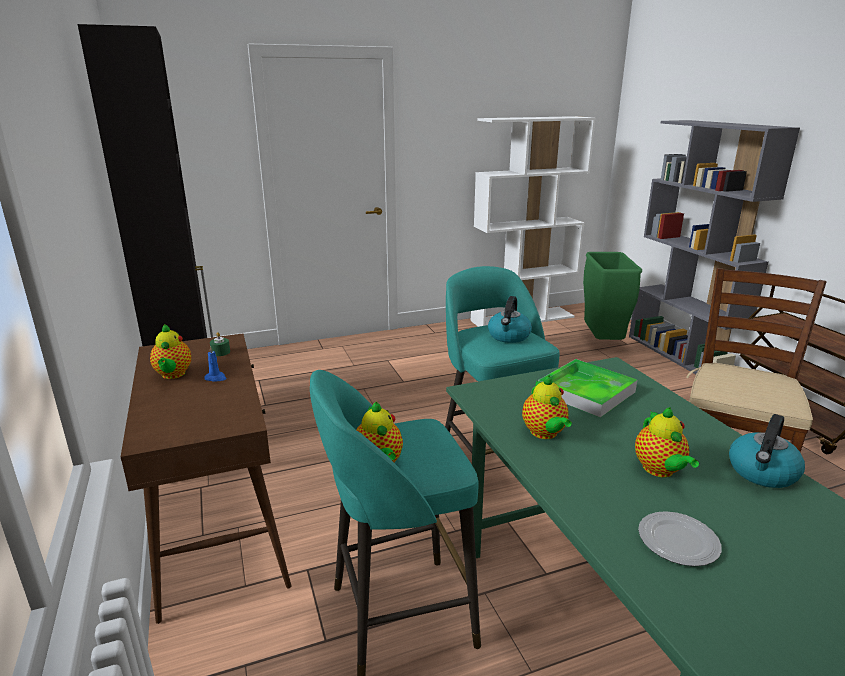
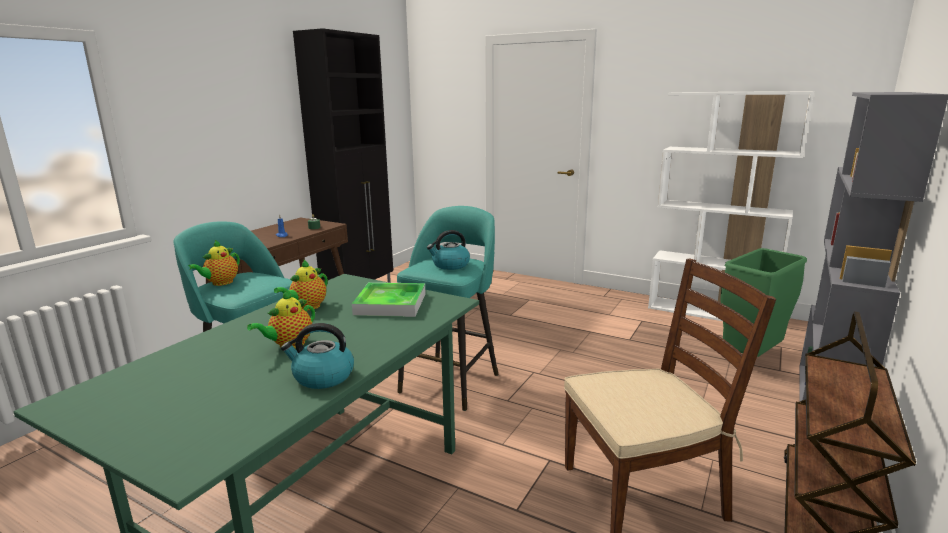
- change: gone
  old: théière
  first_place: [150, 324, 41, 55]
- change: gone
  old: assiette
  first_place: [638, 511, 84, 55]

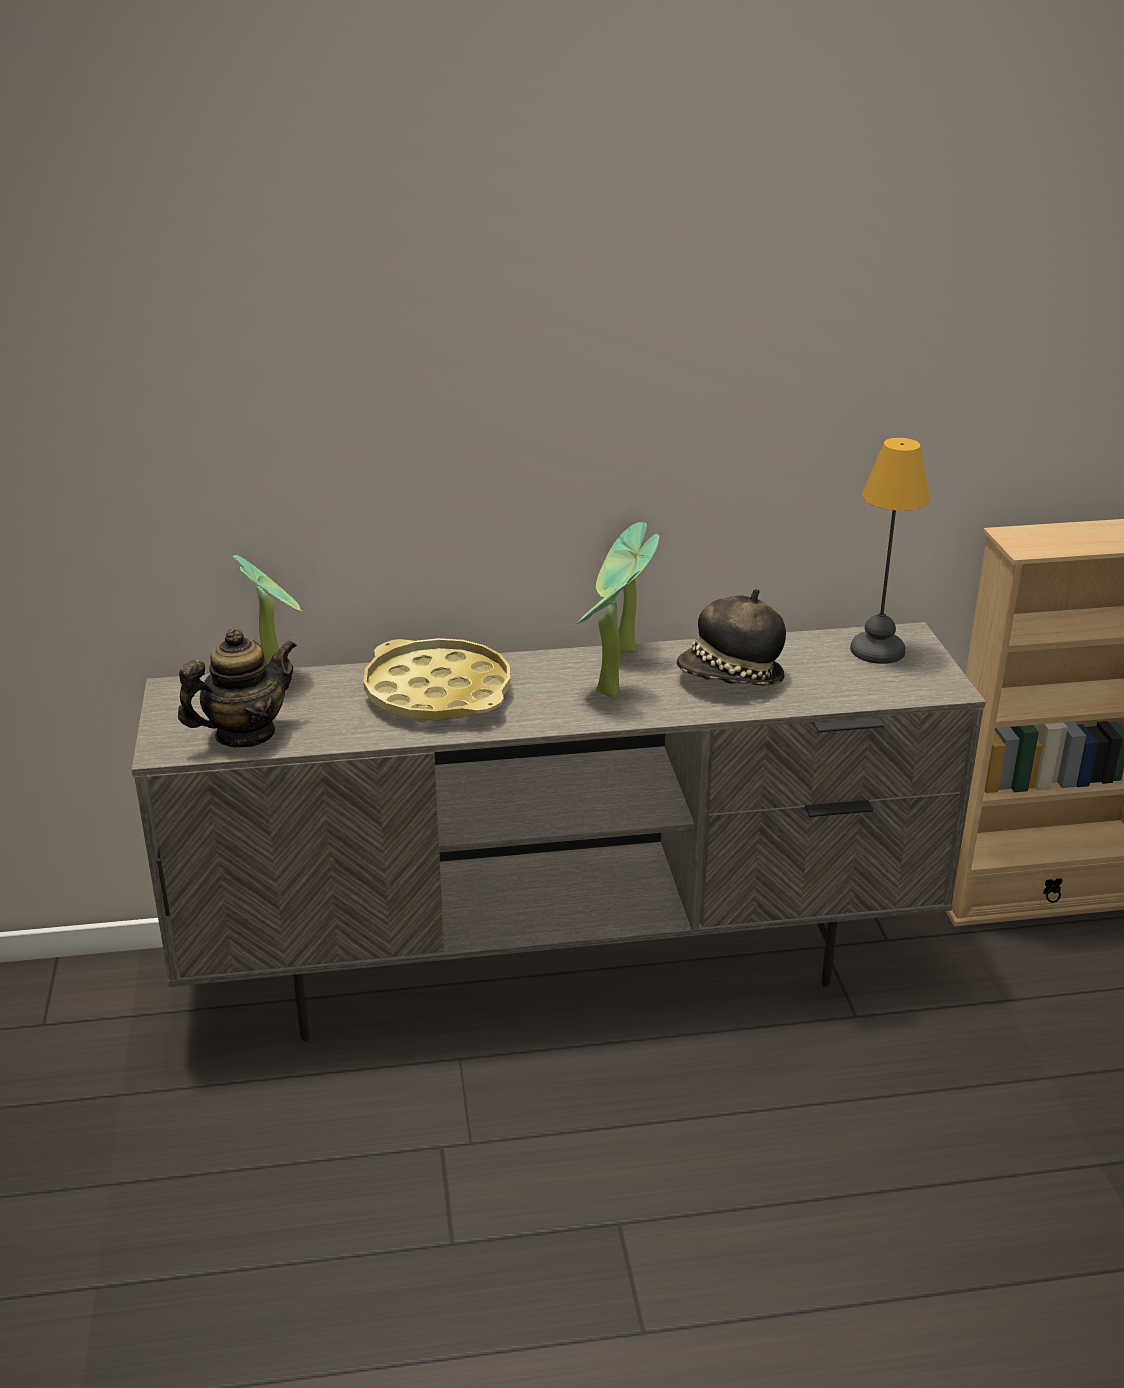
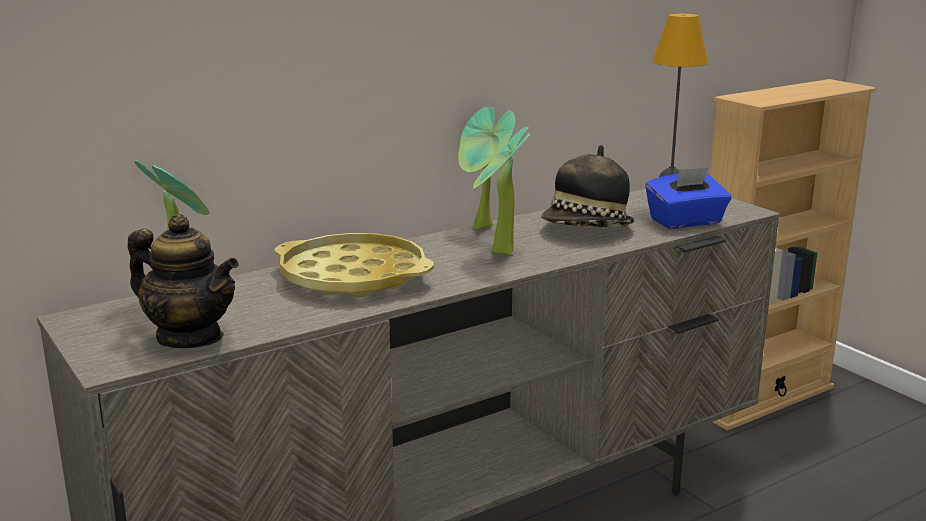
- change: rotated
  old: théière
  first_place: [178, 628, 119, 119]
  second_place: [128, 214, 111, 134]
  degrees: 90
- change: new
  new: boîte à mouchoirs [bleu]
  second_place: [645, 167, 86, 62]

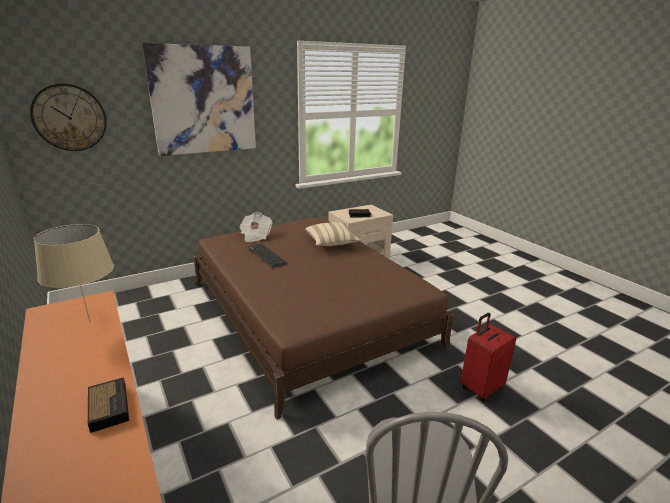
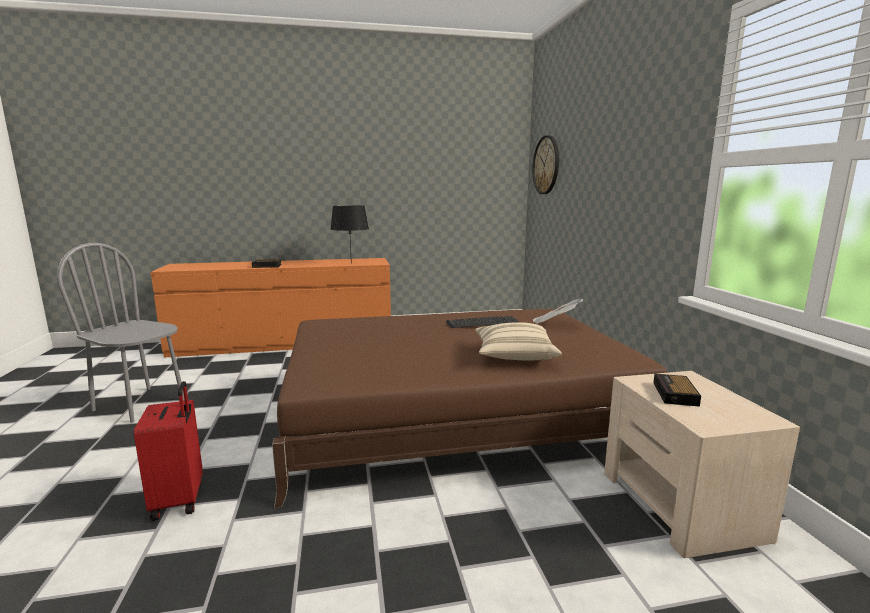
- change: gone
  old: tableau
  first_place: [142, 43, 114, 113]
- change: repainted
  old: lampe de table [beige]
  new: lampe de table [noir]
  first_place: [34, 224, 80, 99]
  second_place: [330, 205, 39, 58]

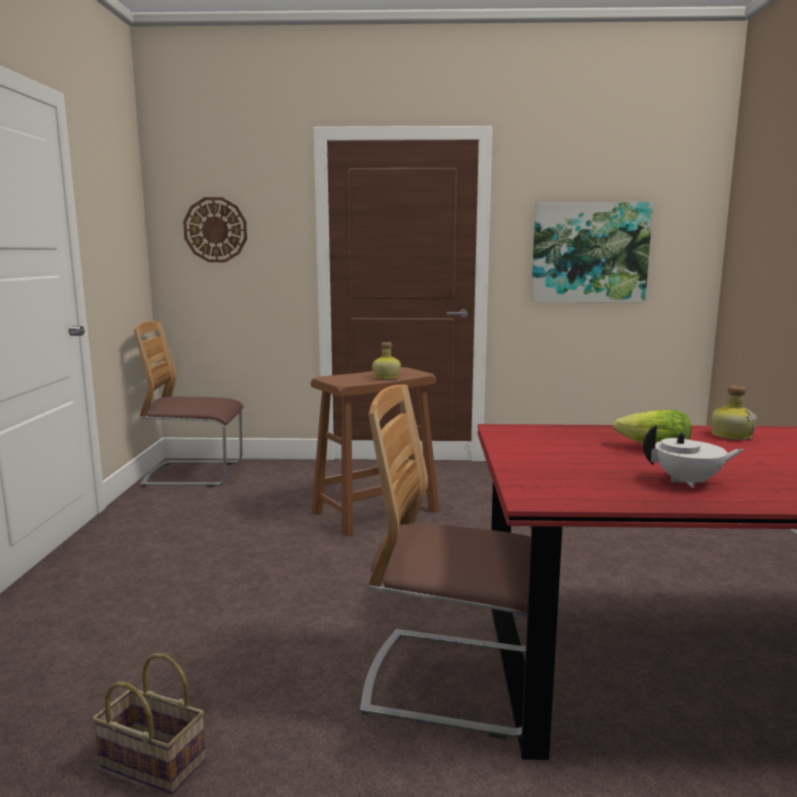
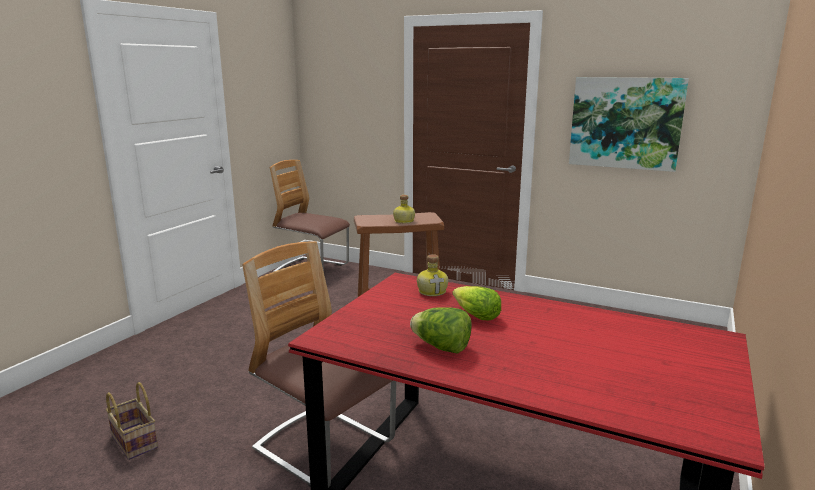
- change: gone
  old: horloge murale
  first_place: [183, 197, 64, 65]
- change: shifted
  old: bouteille
  first_place: [711, 386, 47, 54]
  second_place: [417, 254, 31, 42]
- change: swapped
  old: théière [blanc]
  new: laitue
  first_place: [643, 425, 101, 63]
  second_place: [410, 307, 62, 47]

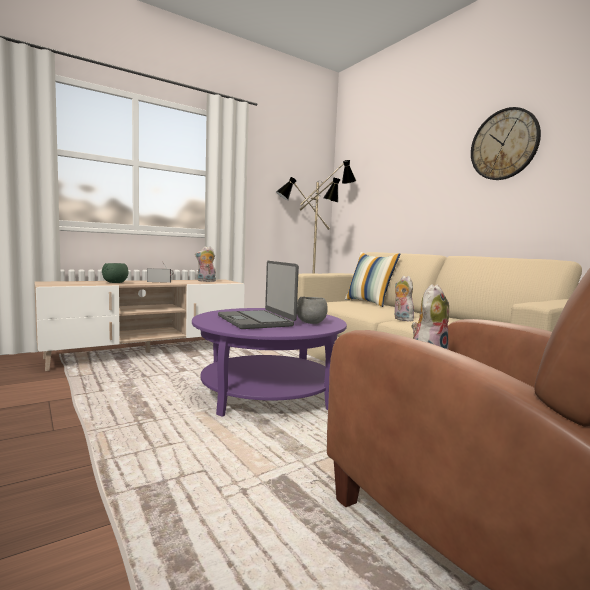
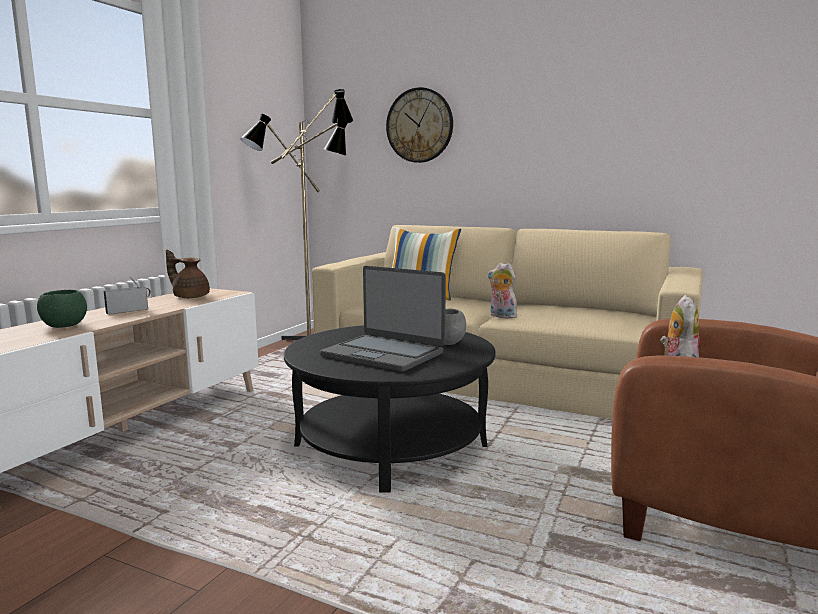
- change: shifted
  old: horloge murale
  first_place: [471, 107, 70, 73]
  second_place: [386, 87, 67, 76]
- change: swapped
  old: peluche
  new: théière [marron]
  first_place: [195, 247, 21, 35]
  second_place: [166, 249, 44, 49]
- change: repainted
  old: table basse [violet]
  new: table basse [noir]
  first_place: [192, 308, 155, 109]
  second_place: [284, 325, 211, 168]

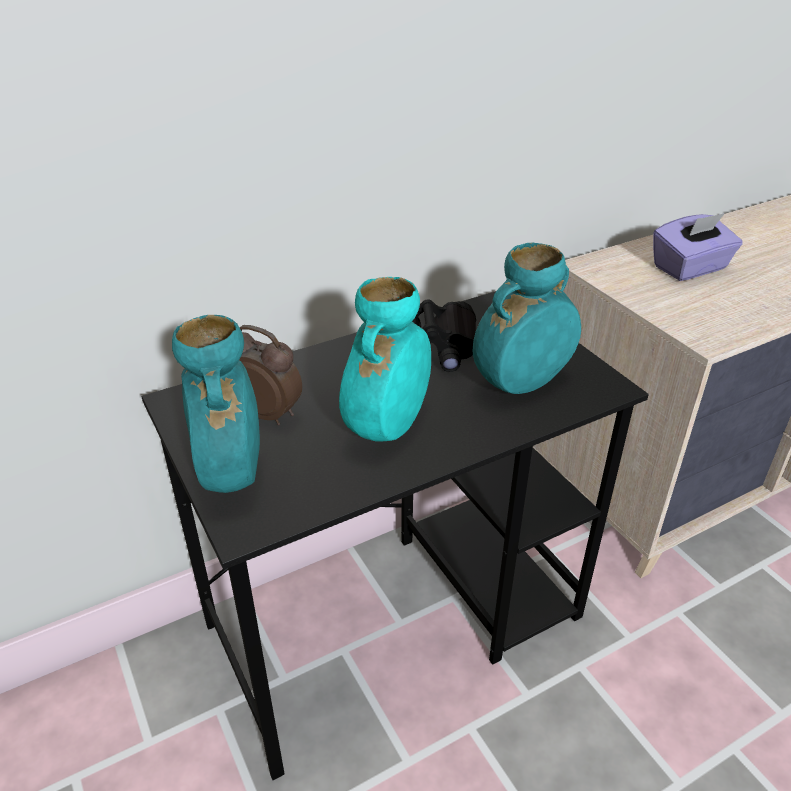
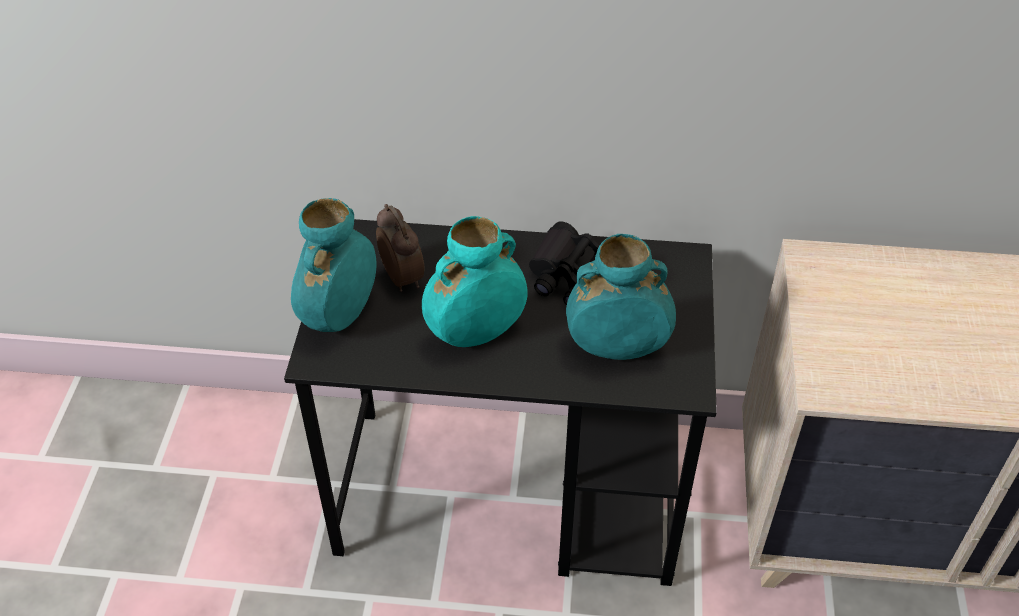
- change: gone
  old: boîte à mouchoirs [violet]
  first_place: [653, 213, 90, 68]

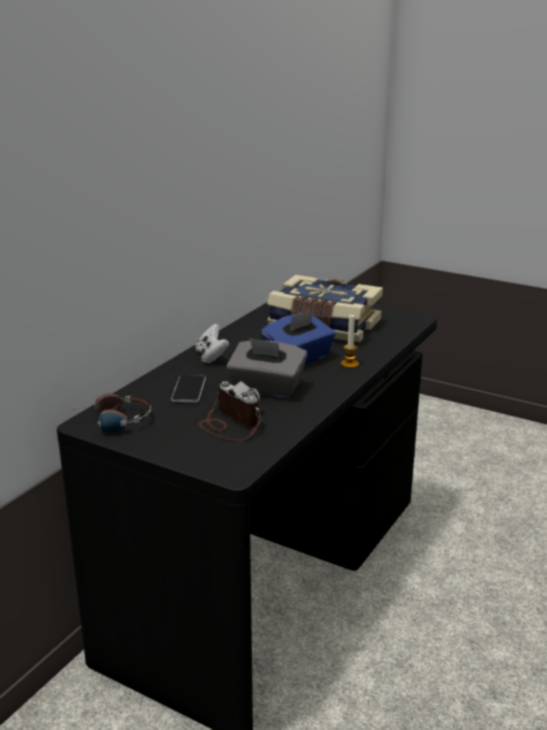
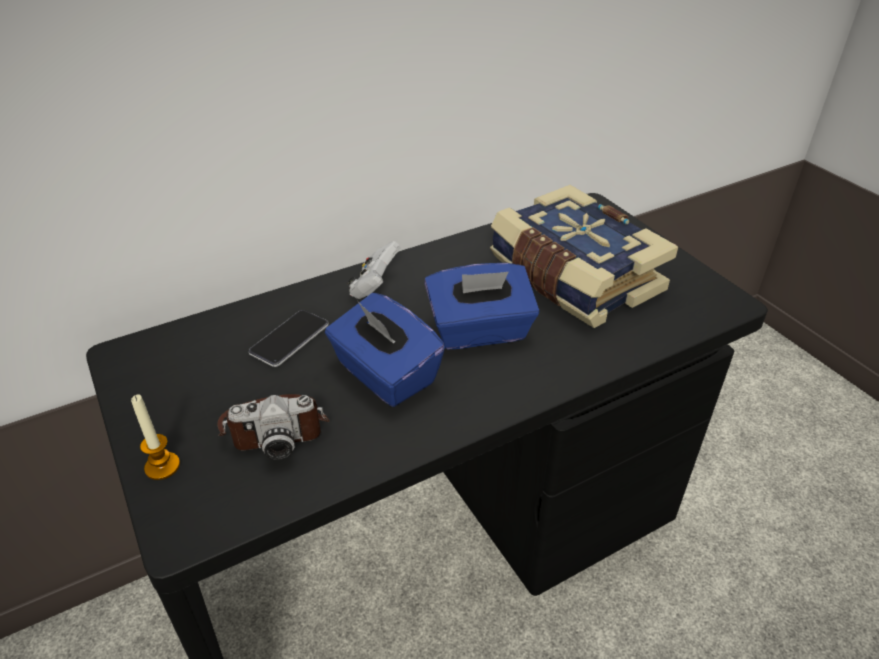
- change: shifted
  old: bougie
  first_place: [341, 314, 18, 54]
  second_place: [131, 394, 49, 86]
- change: repainted
  old: boîte à mouchoirs [gris]
  new: boîte à mouchoirs [bleu]
  first_place: [226, 338, 81, 60]
  second_place: [325, 293, 120, 114]
- change: rotated
  old: appareil photo
  first_place: [199, 381, 62, 60]
  second_place: [217, 394, 112, 66]
  degrees: 90
- change: gone
  old: casque audio
  first_place: [72, 394, 79, 39]

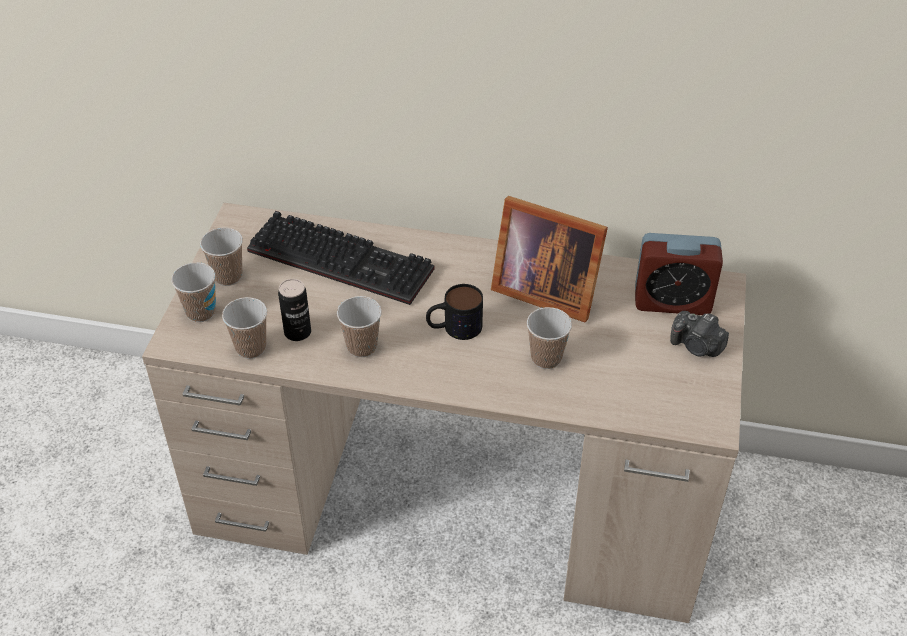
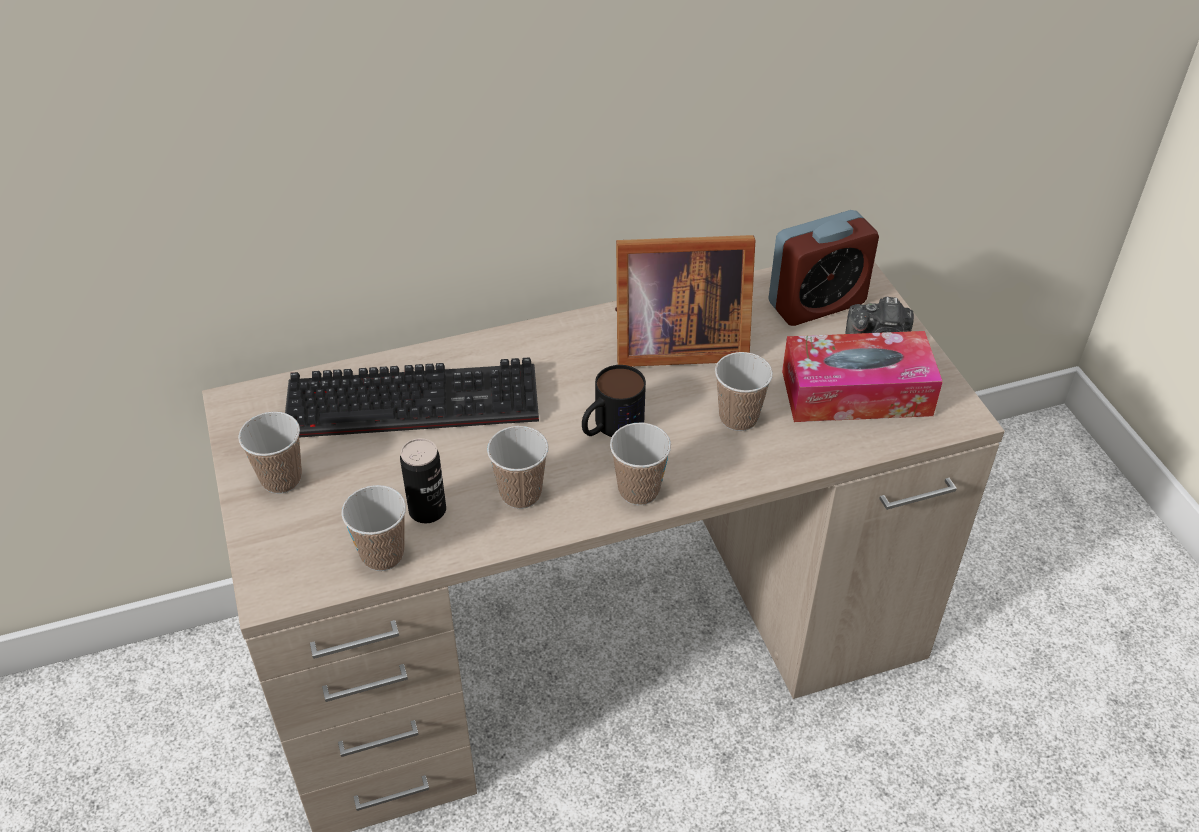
- change: shifted
  old: tasse
  first_place: [171, 262, 45, 60]
  second_place: [610, 423, 61, 82]
- change: new
  new: boîte à mouchoirs
  second_place: [782, 331, 161, 91]

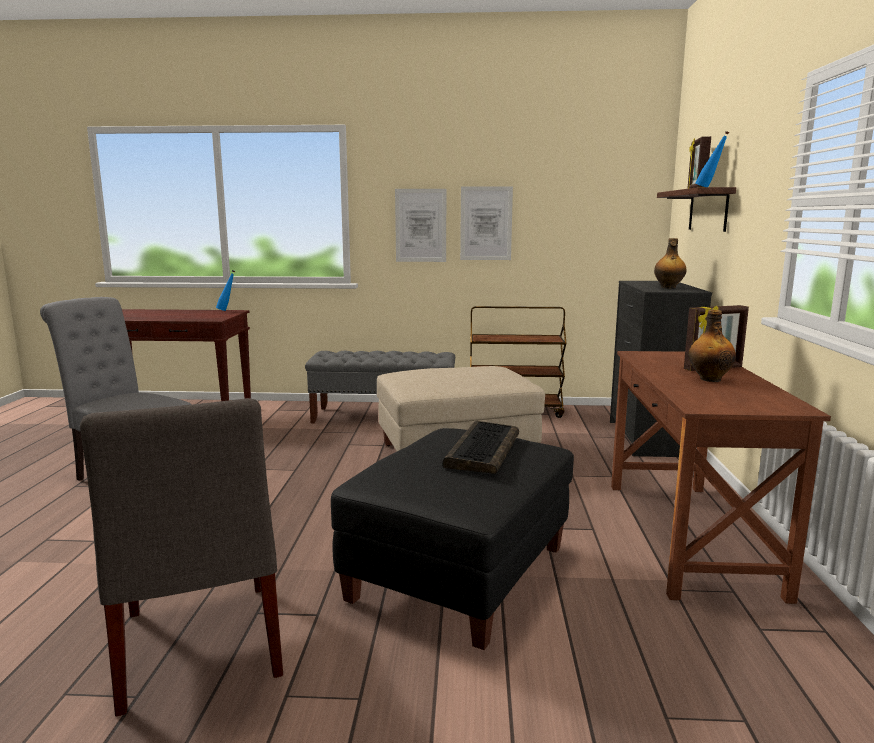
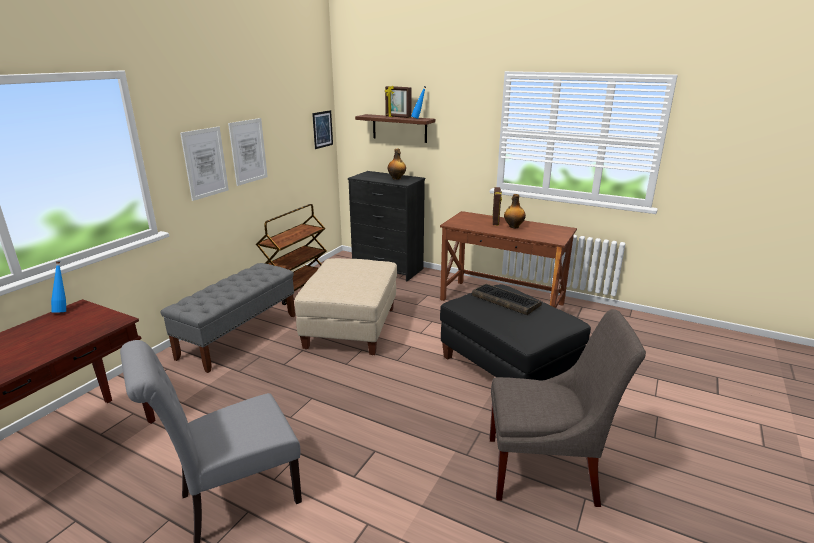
- change: new
  new: tableau
  second_place: [312, 110, 21, 39]

